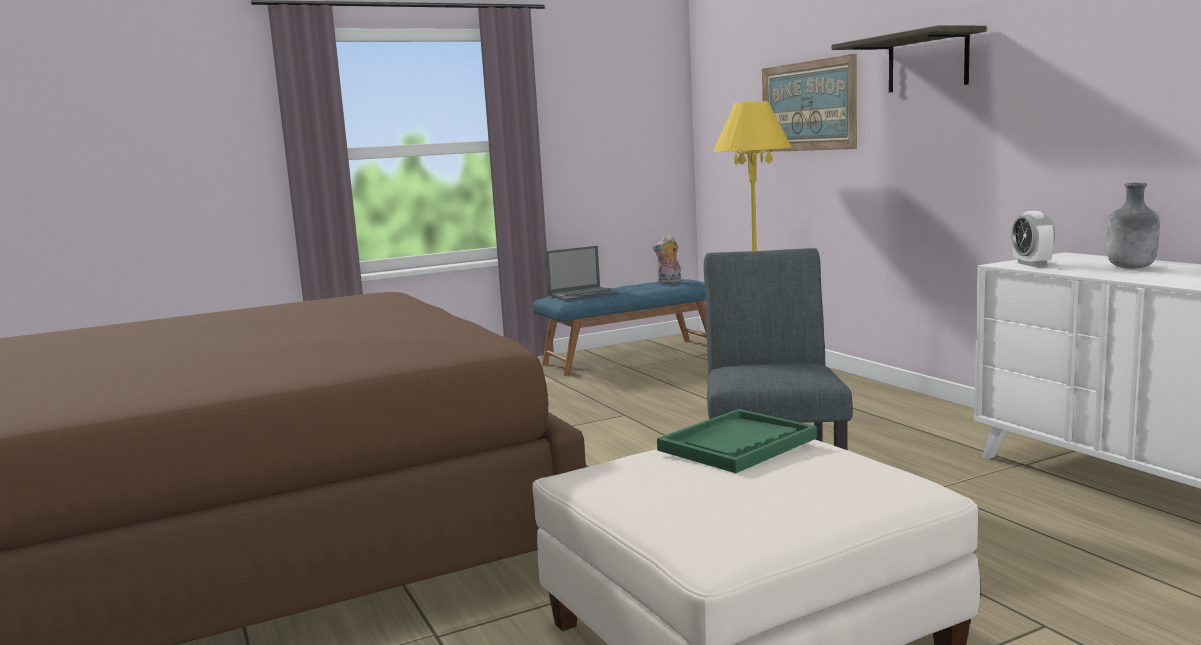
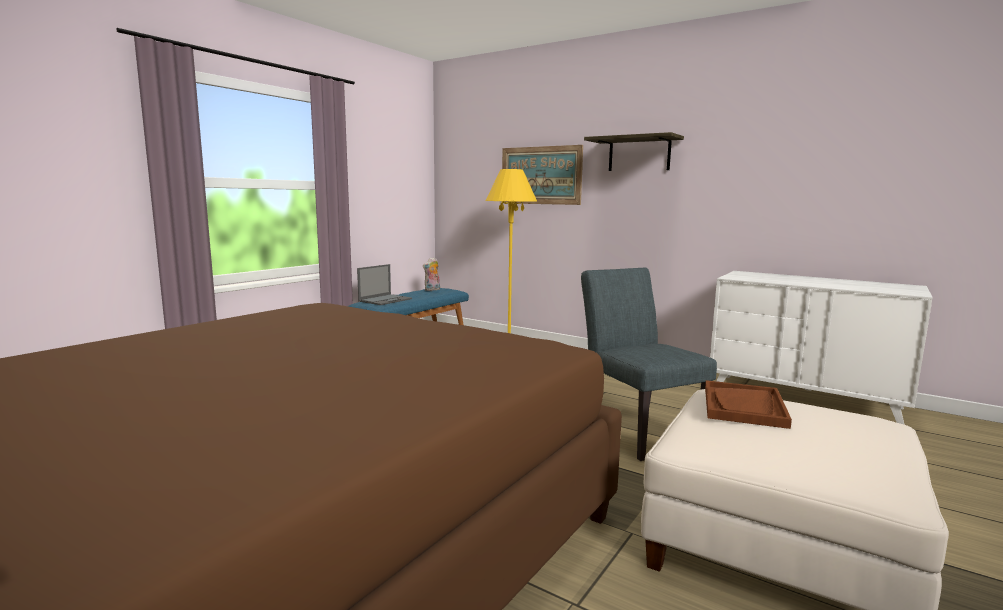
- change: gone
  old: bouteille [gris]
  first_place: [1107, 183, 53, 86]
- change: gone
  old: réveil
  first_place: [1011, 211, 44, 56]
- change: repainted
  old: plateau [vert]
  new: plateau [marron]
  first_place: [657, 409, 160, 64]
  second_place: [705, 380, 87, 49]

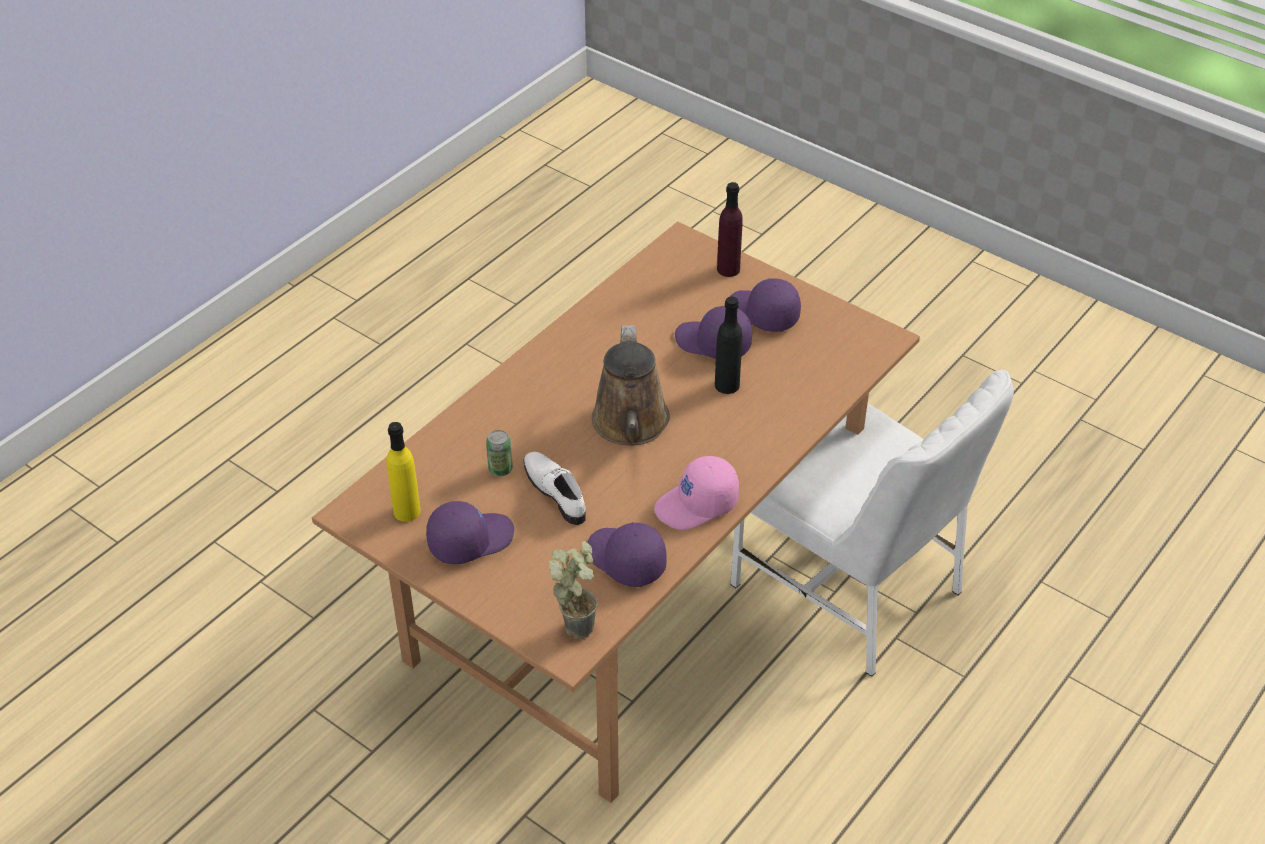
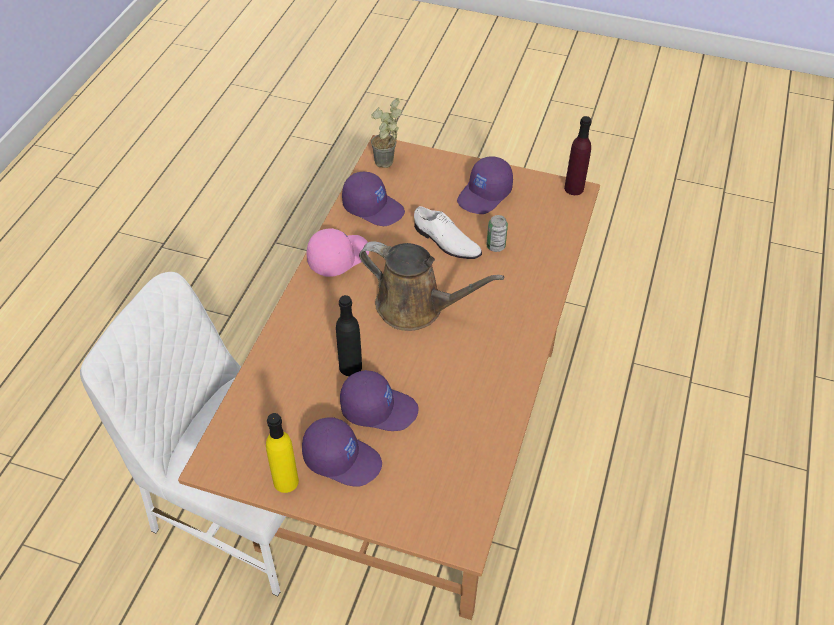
- change: shifted
  old: bouteille [violet]
  first_place: [717, 182, 26, 95]
  second_place: [564, 116, 27, 79]
- change: rotated
  old: arrosoir [marron]
  first_place: [592, 325, 78, 120]
  second_place: [359, 241, 145, 90]
  degrees: 135
- change: shifted
  old: bouteille [jaune]
  first_place: [387, 422, 33, 100]
  second_place: [266, 413, 33, 80]

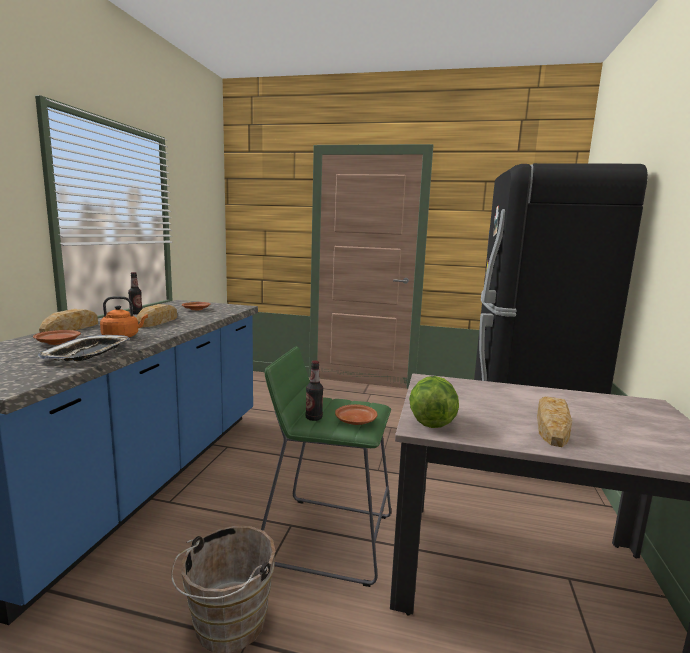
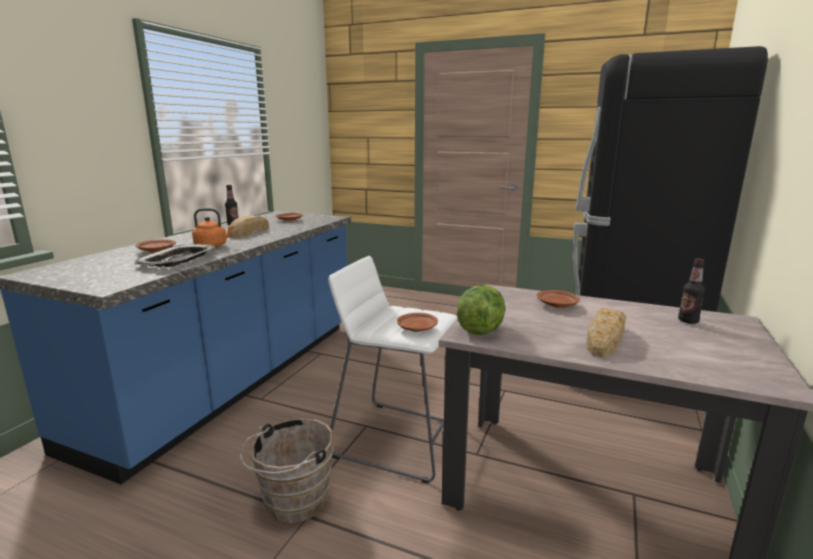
- change: gone
  old: pain
  first_place: [39, 309, 59, 24]
- change: repainted
  old: tabouret [vert]
  new: tabouret [blanc]
  first_place: [261, 346, 130, 241]
  second_place: [328, 256, 129, 228]
- change: shifted
  old: bouteille
  first_place: [306, 360, 17, 61]
  second_place: [678, 258, 27, 66]
- change: new
  new: assiette [marron]
  second_place: [536, 290, 44, 18]

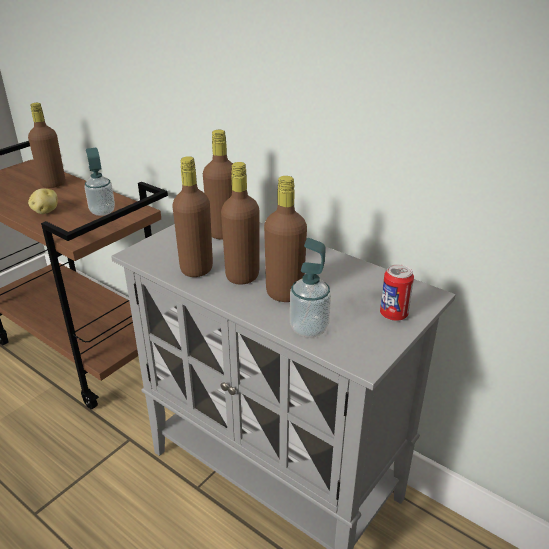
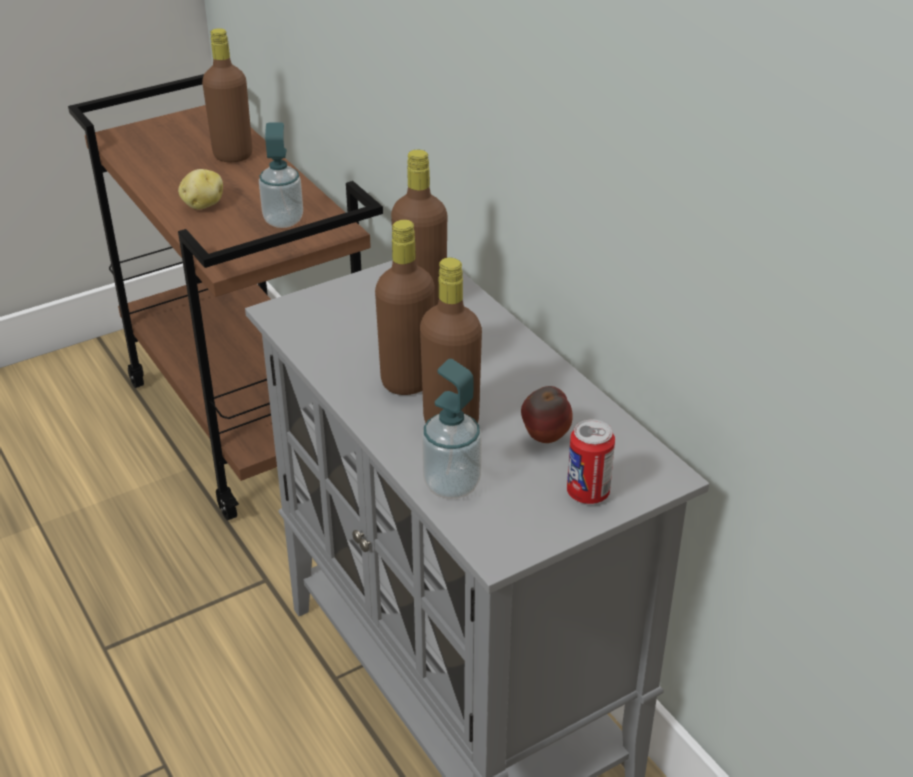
- change: gone
  old: bouteille [marron]
  first_place: [173, 156, 40, 121]
- change: new
  new: pomme
  second_place: [521, 386, 52, 57]

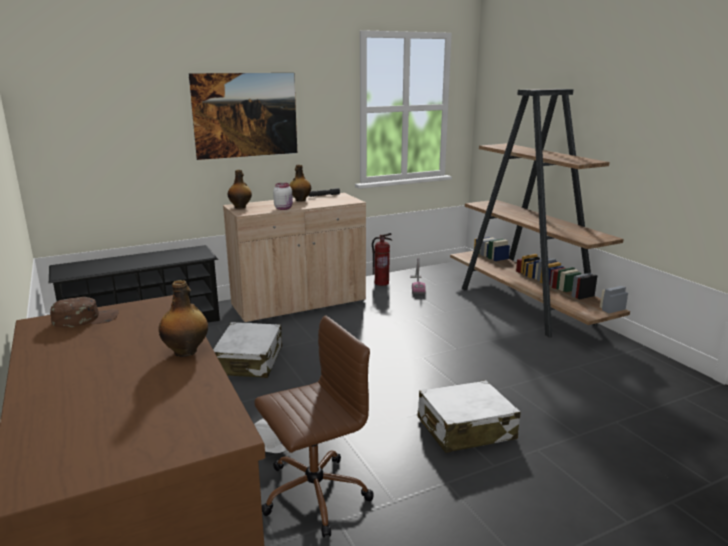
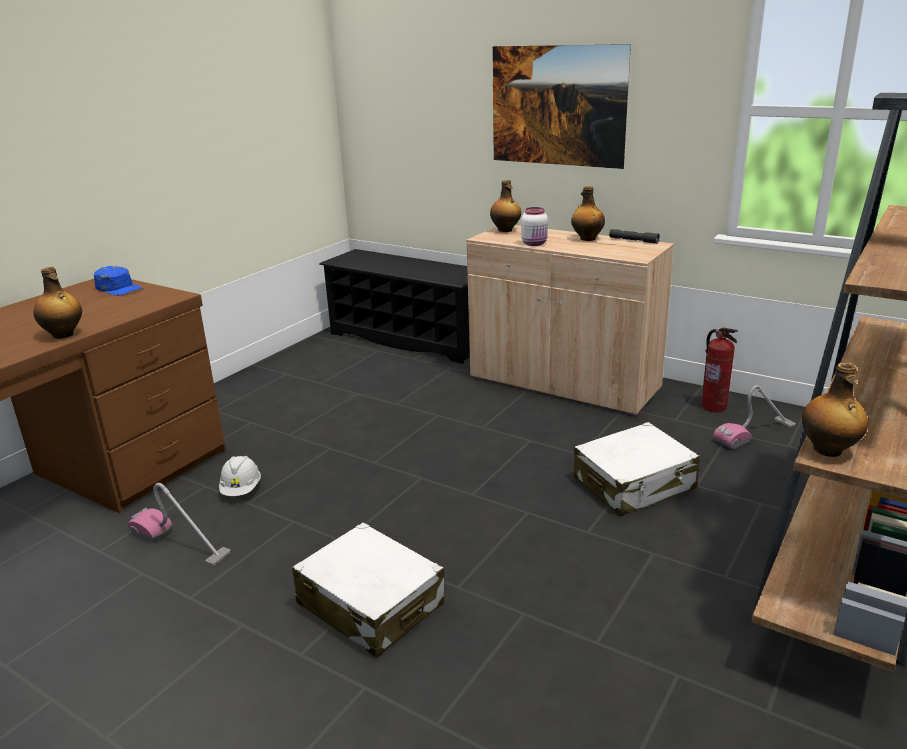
- change: repainted
  old: casquette [marron]
  new: casquette [bleu]
  first_place: [50, 297, 69, 31]
  second_place: [94, 266, 49, 30]
- change: swapped
  old: chaise de bureau [marron]
  new: aspirateur
  first_place: [254, 315, 120, 222]
  second_place: [127, 483, 104, 82]
- change: shifted
  old: valise [blanc]
  first_place: [213, 322, 69, 56]
  second_place: [573, 422, 127, 95]
- change: new
  new: bouteille
  second_place: [802, 363, 66, 94]

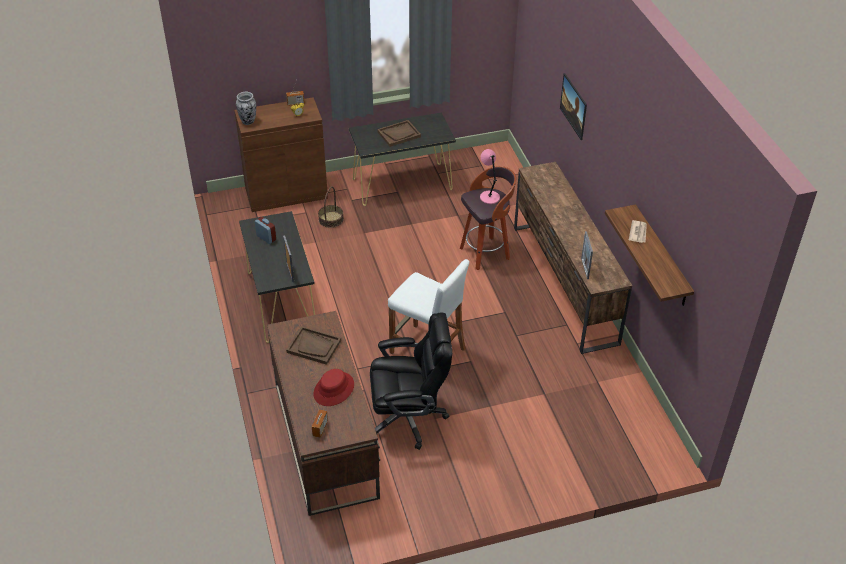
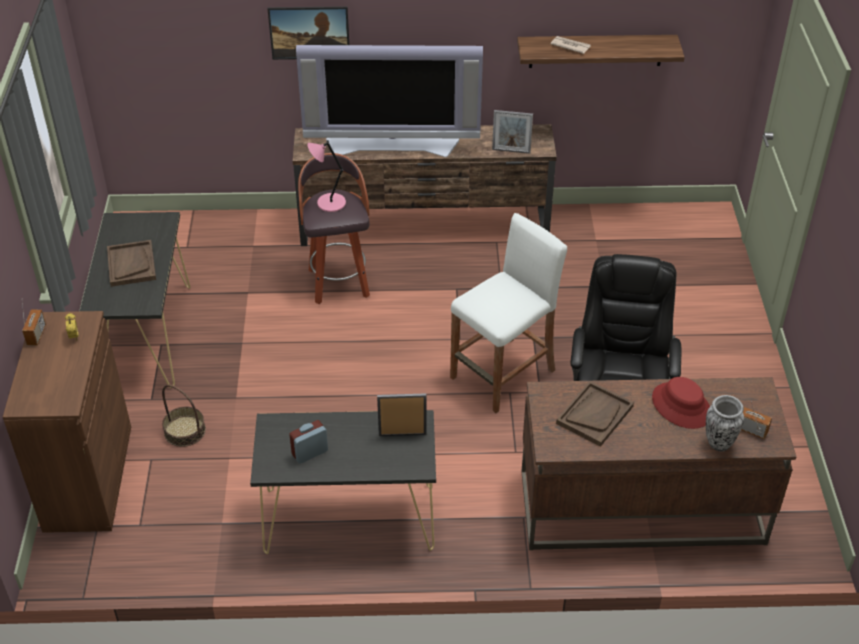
- change: shifted
  old: vase
  first_place: [236, 92, 20, 33]
  second_place: [706, 395, 38, 56]
- change: new
  new: téléviseur
  second_place: [296, 45, 187, 112]

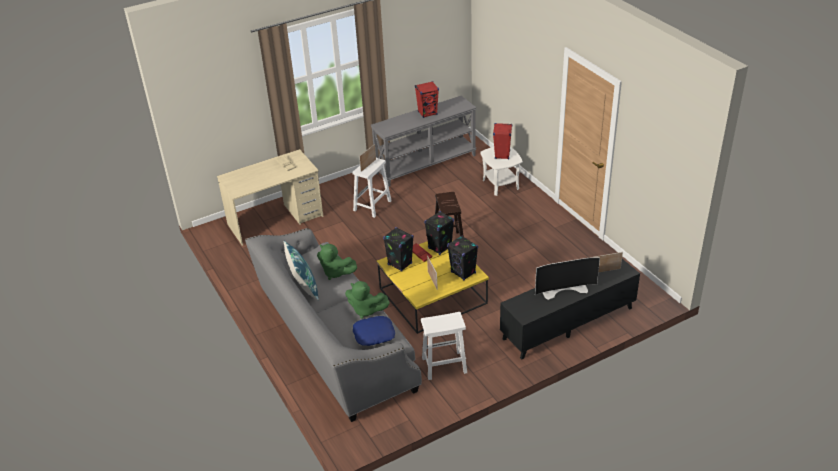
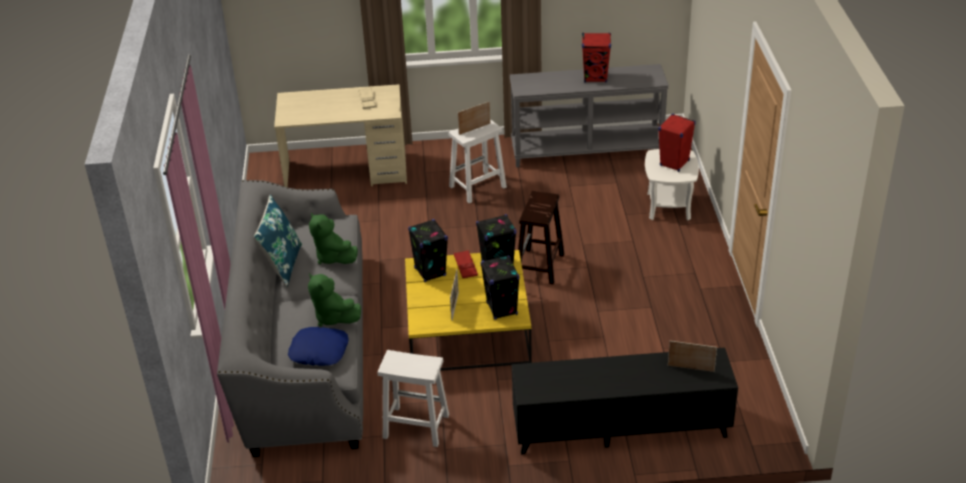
- change: gone
  old: téléviseur
  first_place: [535, 257, 65, 43]

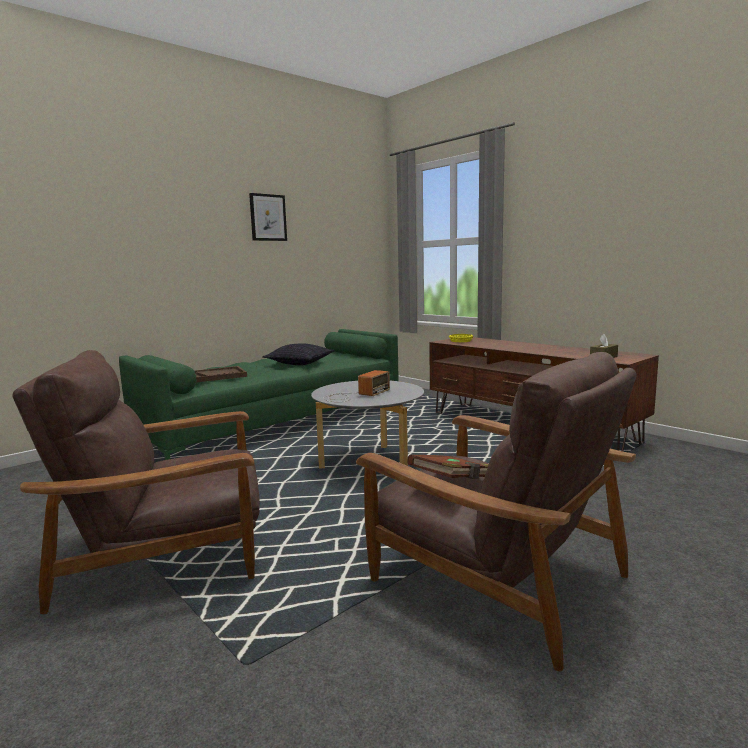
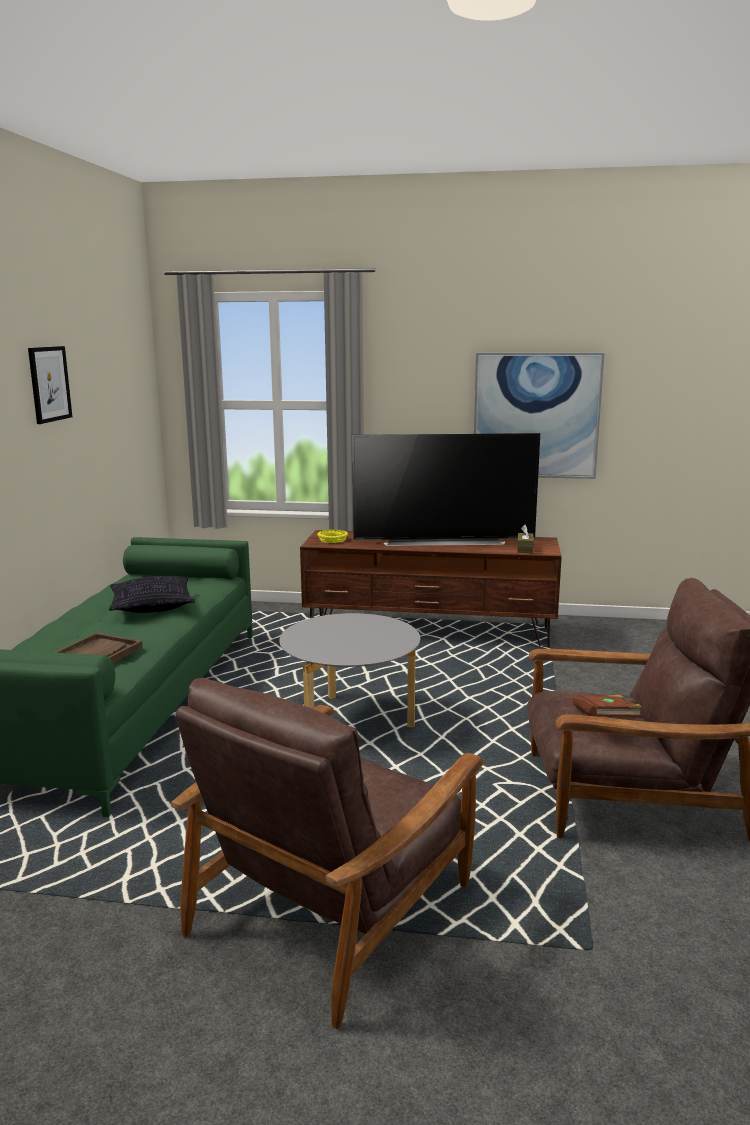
- change: gone
  old: radio
  first_place: [323, 370, 67, 32]
- change: new
  new: tableau
  second_place: [474, 353, 131, 126]
- change: new
  new: téléviseur
  second_place: [352, 433, 188, 113]

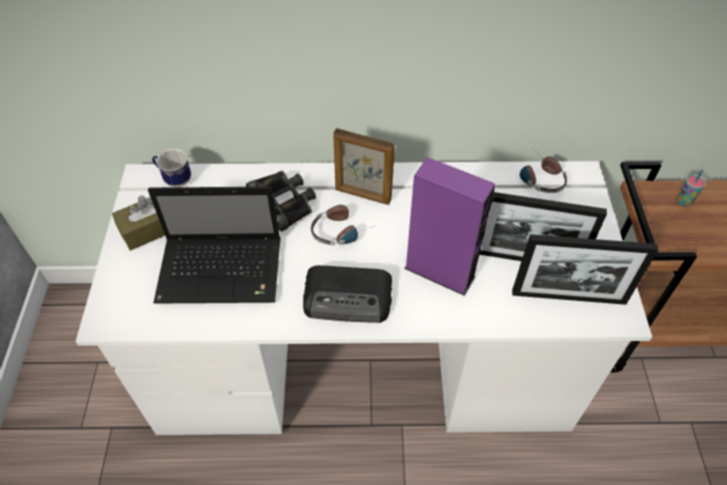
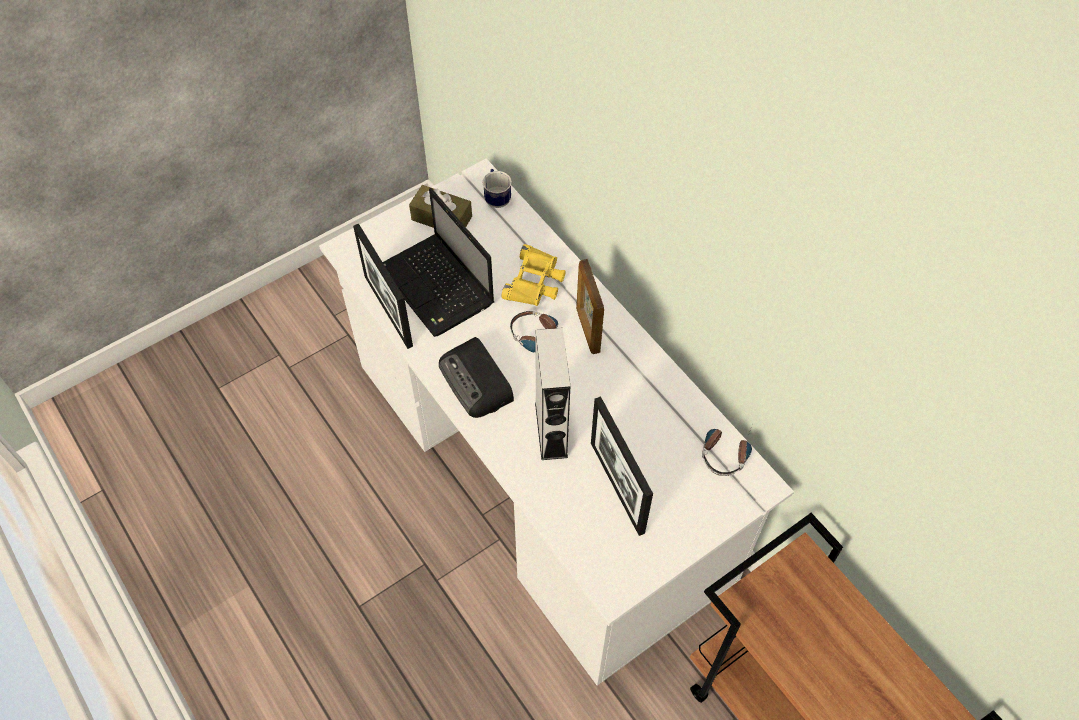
- change: repainted
  old: enceinte [violet]
  new: enceinte [gris]
  first_place: [404, 157, 91, 139]
  second_place: [535, 328, 35, 132]
- change: gone
  old: tasse
  first_place: [677, 170, 29, 36]
- change: repainted
  old: jumelles [noir]
  new: jumelles [jaune]
  first_place: [246, 171, 70, 61]
  second_place: [501, 244, 65, 62]
- change: shifted
  old: cadre photo
  first_place: [512, 234, 146, 71]
  second_place: [353, 224, 60, 125]

